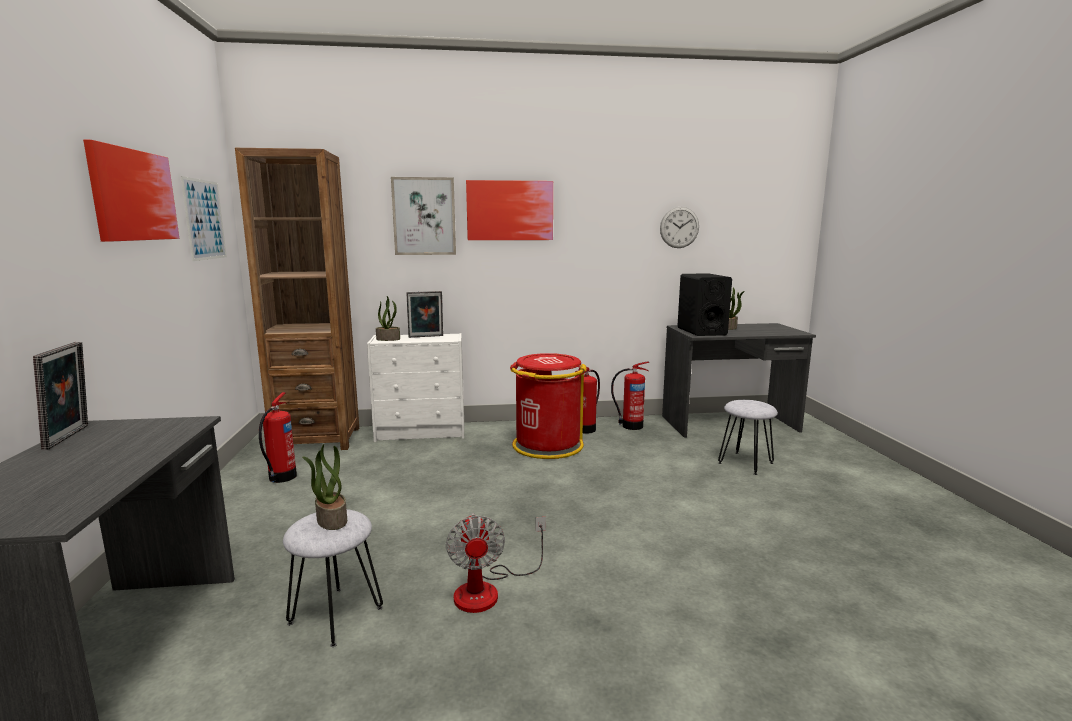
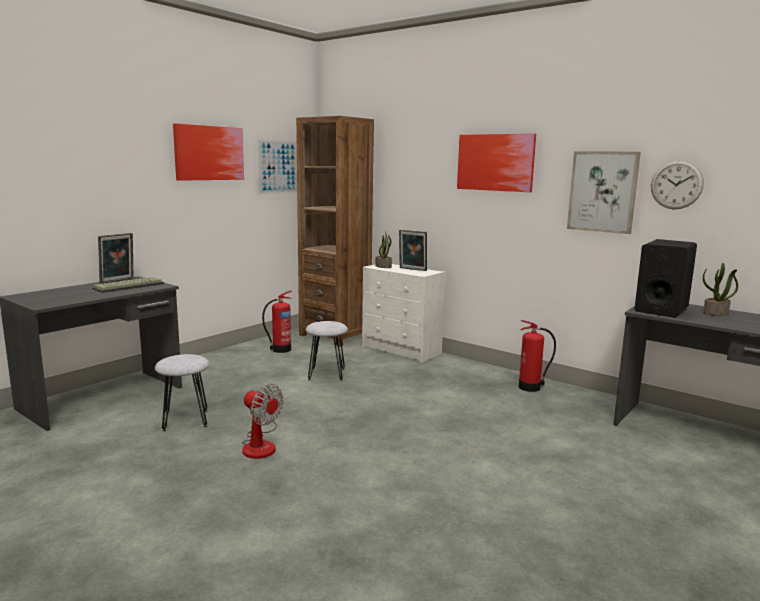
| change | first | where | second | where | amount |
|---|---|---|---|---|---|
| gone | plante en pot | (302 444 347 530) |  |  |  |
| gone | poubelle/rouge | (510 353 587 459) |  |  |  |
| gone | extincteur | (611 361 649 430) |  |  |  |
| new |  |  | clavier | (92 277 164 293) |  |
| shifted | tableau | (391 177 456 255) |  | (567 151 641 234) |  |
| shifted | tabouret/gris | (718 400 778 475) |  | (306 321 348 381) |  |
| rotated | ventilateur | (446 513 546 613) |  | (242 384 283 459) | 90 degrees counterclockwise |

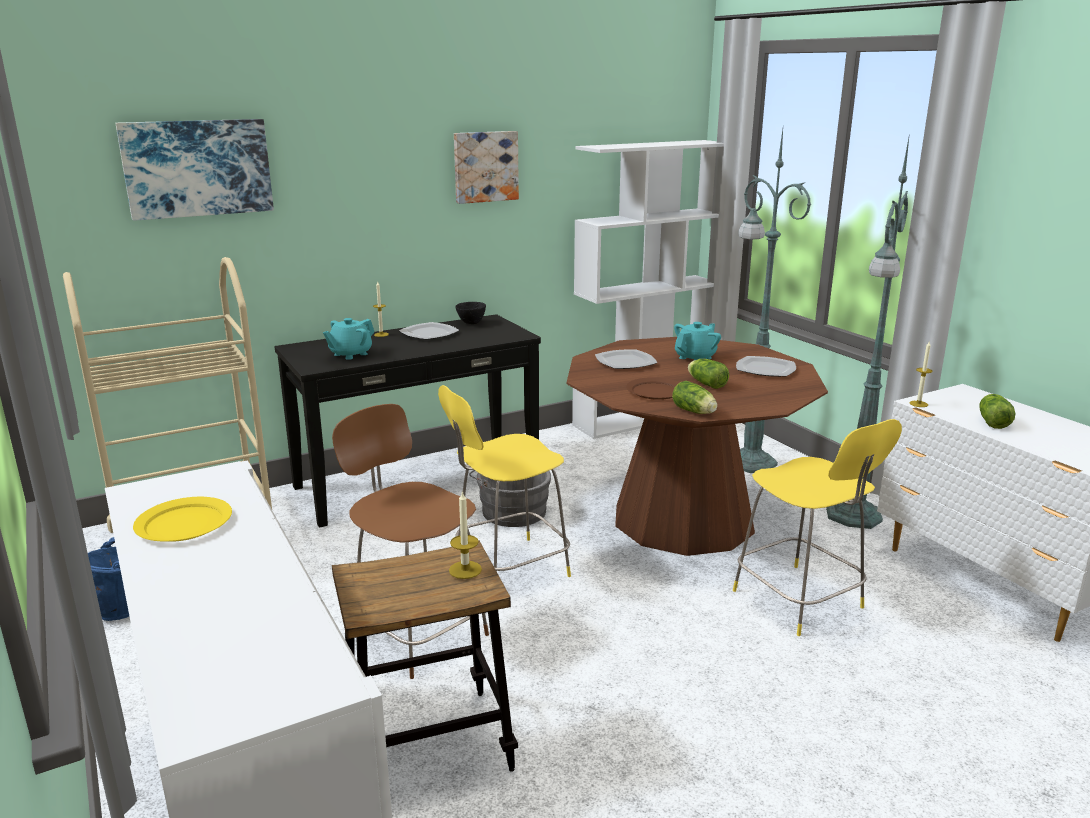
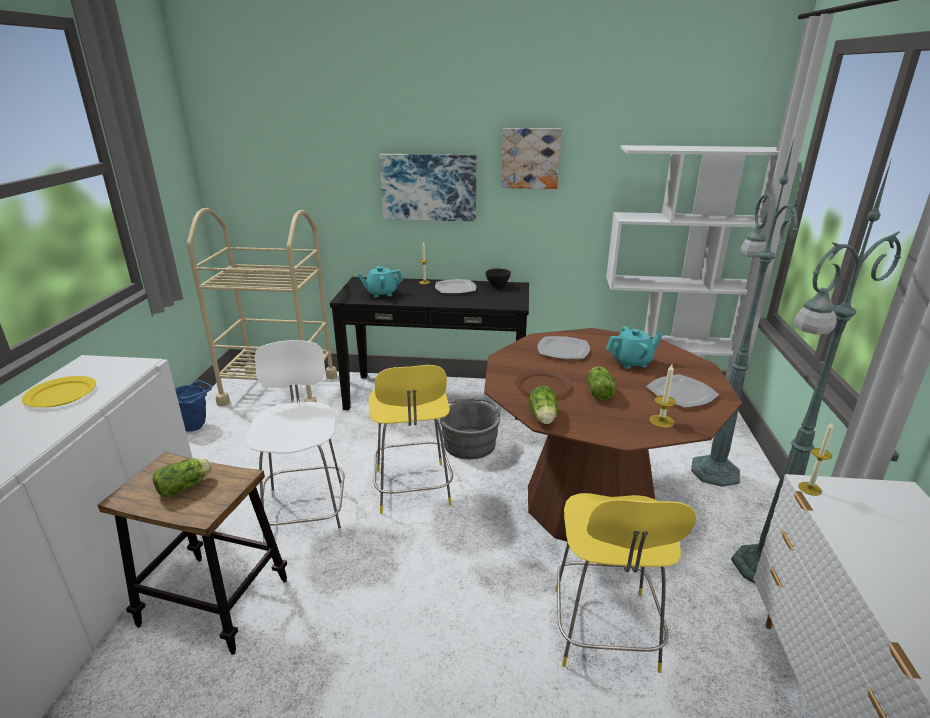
| change | first | where | second | where | amount |
|---|---|---|---|---|---|
| shifted | tableau | (115 119 274 221) |  | (379 154 476 221) |  |
| shifted | bougie | (449 491 482 579) |  | (649 364 676 428) |  |
| shifted | laitue | (980 394 1016 429) |  | (153 458 212 497) |  |
| repainted | chaise/marron | (332 404 489 679) | chaise/blanc | (246 340 345 543) |  |
| rotated | chaise/jaune | (438 385 571 577) |  | (369 365 453 514) | 105 degrees counterclockwise |

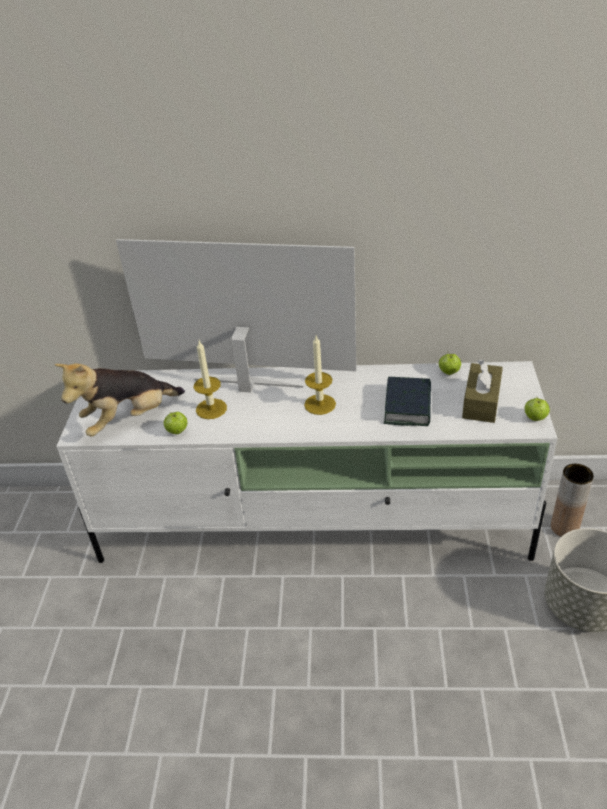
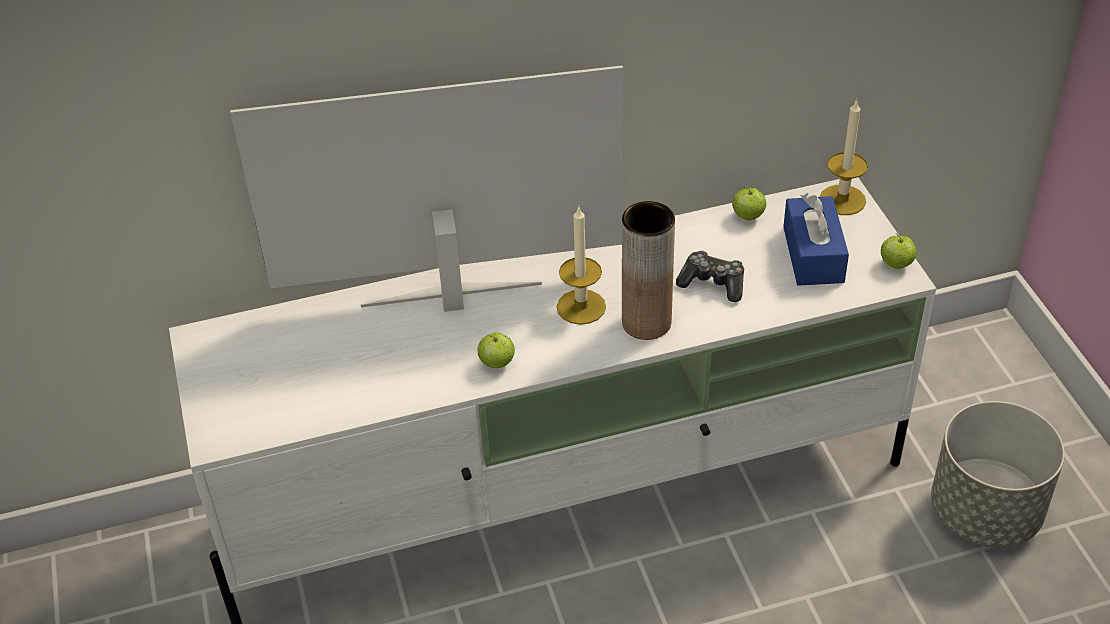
| change | first | where | second | where | amount |
|---|---|---|---|---|---|
| gone | peluche | (55 363 185 437) |  |  |  |
| shifted | pomme | (164 412 188 434) |  | (477 332 515 368) |  |
| shifted | bougie | (194 341 227 419) |  | (820 99 868 215) |  |
| shifted | vase/marron | (551 464 594 537) |  | (622 201 675 340) |  |
| swapped | livre | (384 377 431 426) | manette | (676 251 744 302) |  |
| repainted | boîte à mouchoirs/marron | (462 359 503 423) | boîte à mouchoirs/bleu | (783 193 849 286) |  |

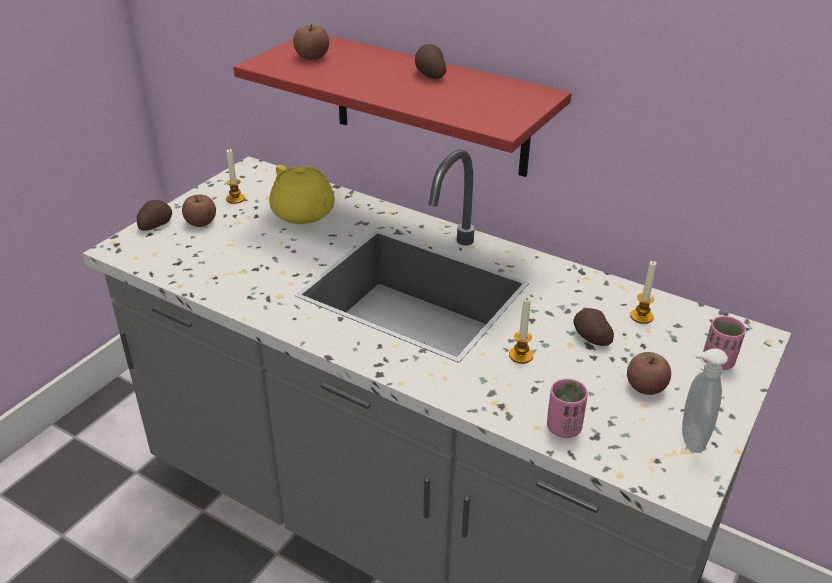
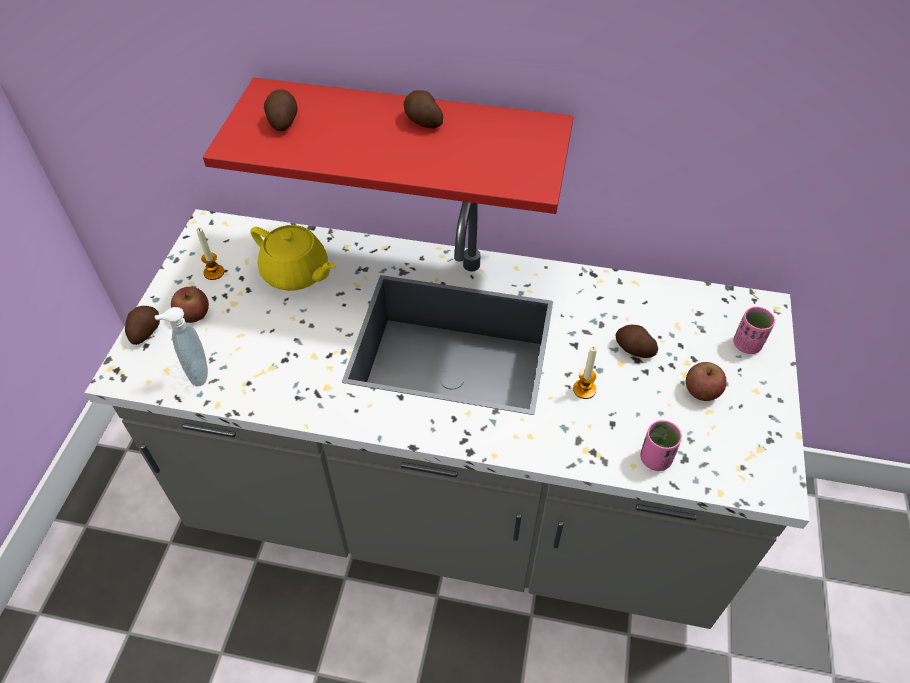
| change | first | where | second | where | amount |
|---|---|---|---|---|---|
| gone | bougie | (630 261 657 324) |  |  |  |
| shifted | distributeur de savon | (682 348 728 453) |  | (155 307 208 386) |  |
| swapped | pomme | (293 24 329 60) | pomme de terre | (264 89 298 131) |  |

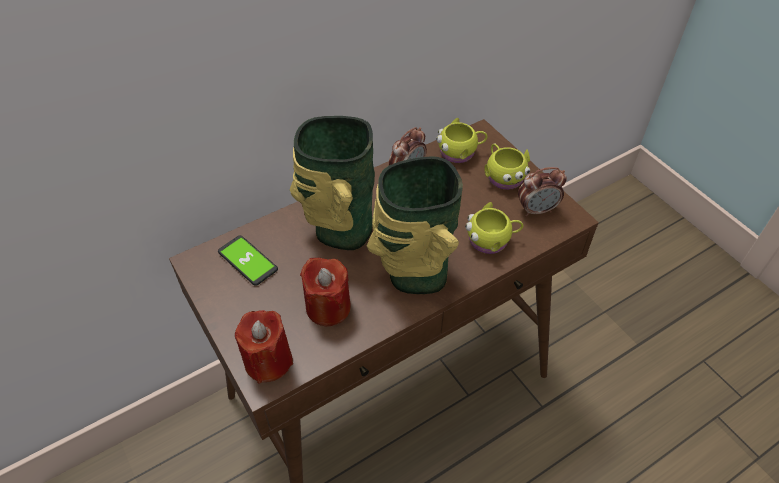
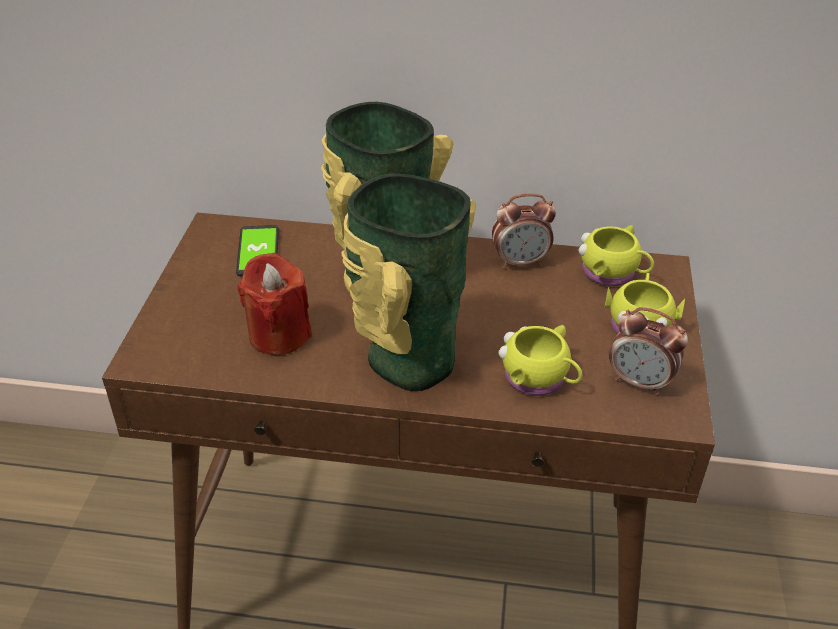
| change | first | where | second | where | amount |
|---|---|---|---|---|---|
| gone | bougie/rouge | (235 310 293 384) |  |  |  |

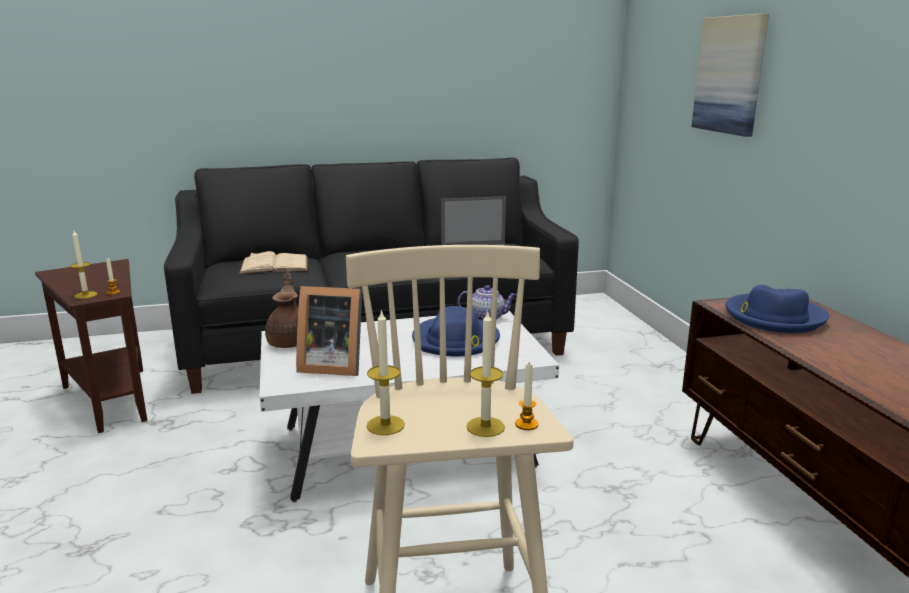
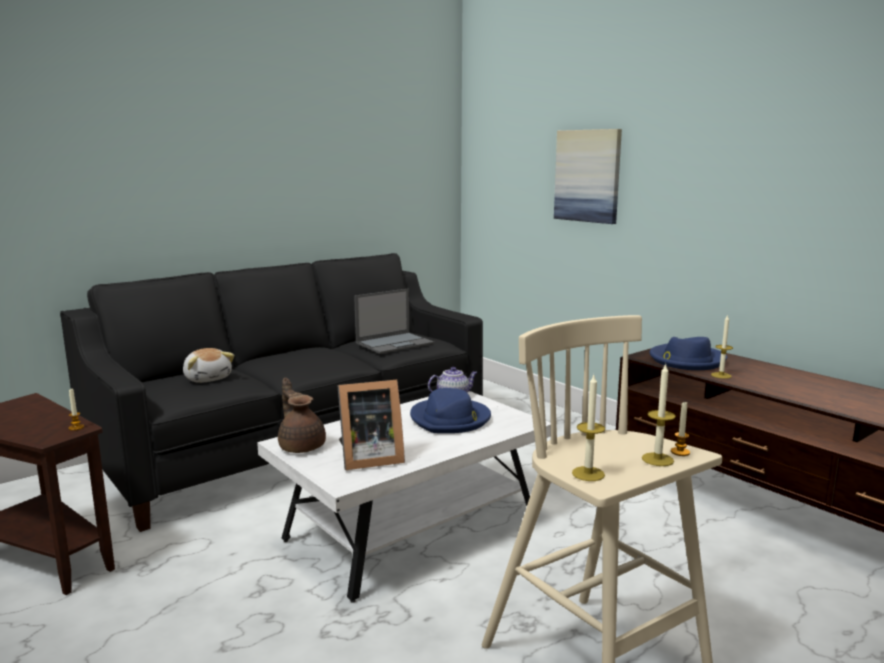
| change | first | where | second | where | amount |
|---|---|---|---|---|---|
| shifted | bougie | (70 231 97 299) |  | (711 314 733 379) |  |
| swapped | livre/beige | (239 251 308 274) | peluche | (183 348 234 383) |  |

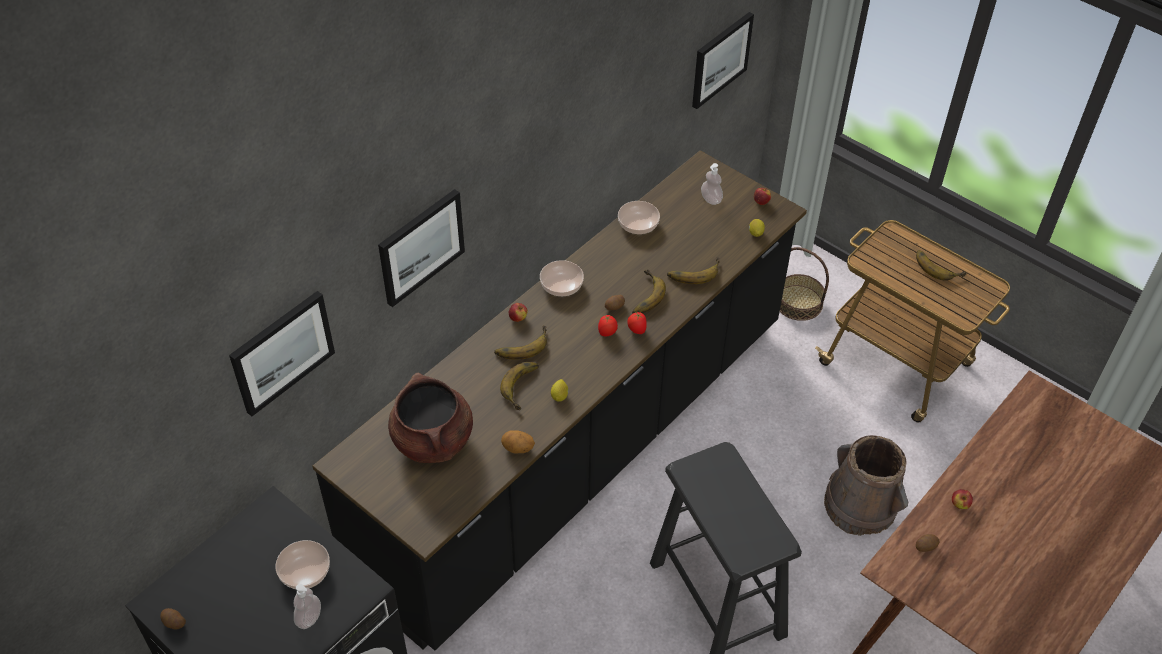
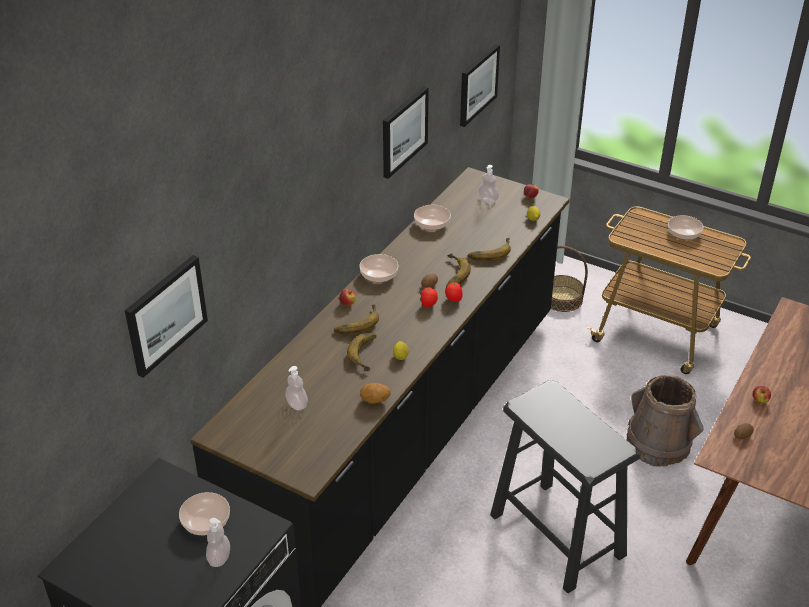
| change | first | where | second | where | amount |
|---|---|---|---|---|---|
| gone | pomme de terre | (160 608 186 630) |  |  |  |
| shifted | tableau | (378 189 465 307) |  | (383 86 429 179) |  |
| swapped | marmite/marron | (388 373 473 463) | distributeur de savon | (285 366 308 410) |  |
| swapped | banane | (916 250 967 280) | bol | (668 215 703 240) |  |

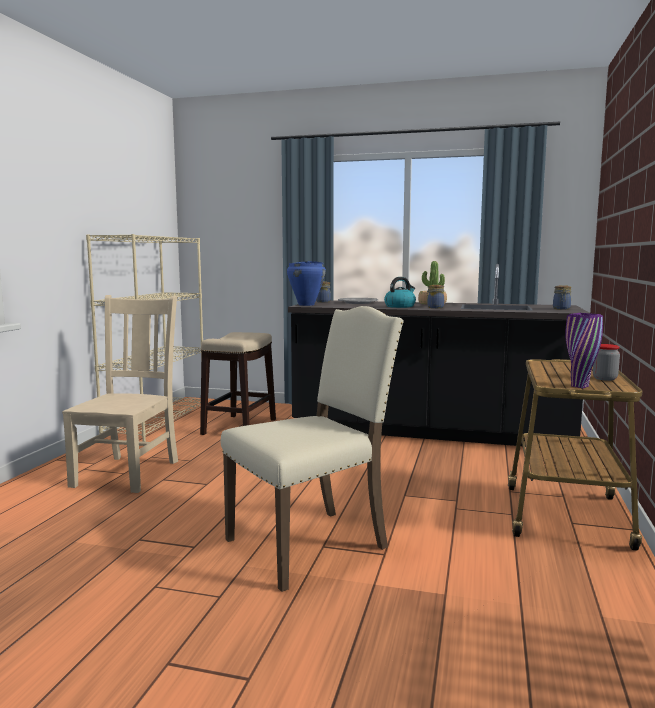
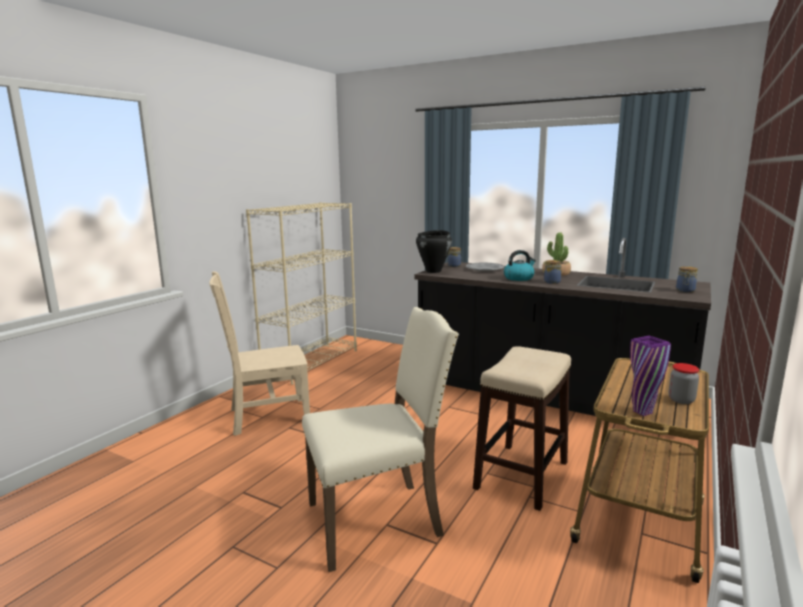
| change | first | where | second | where | amount |
|---|---|---|---|---|---|
| shifted | tabouret | (200 332 276 435) |  | (473 346 571 511) |  |
| repainted | marmite/bleu | (287 261 326 306) | marmite/noir | (416 230 452 273) |  |
| rotated | chaise/beige | (62 295 178 493) |  | (209 271 310 436) | 135 degrees counterclockwise |

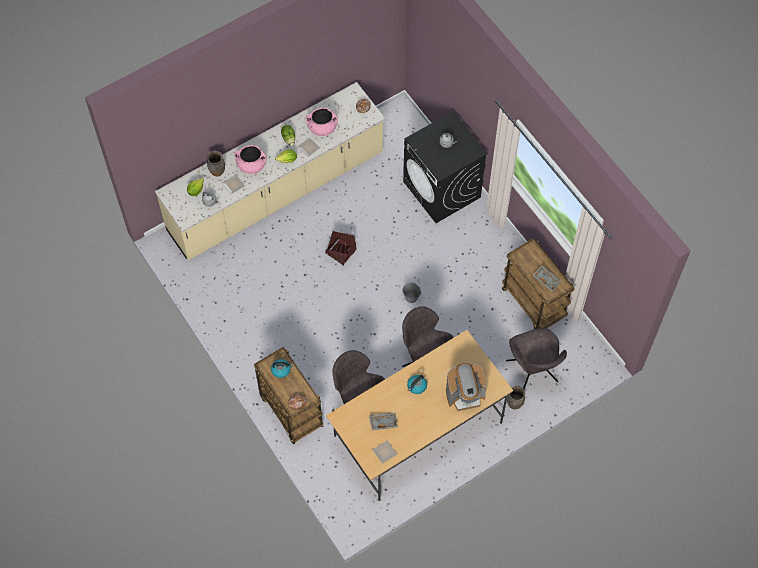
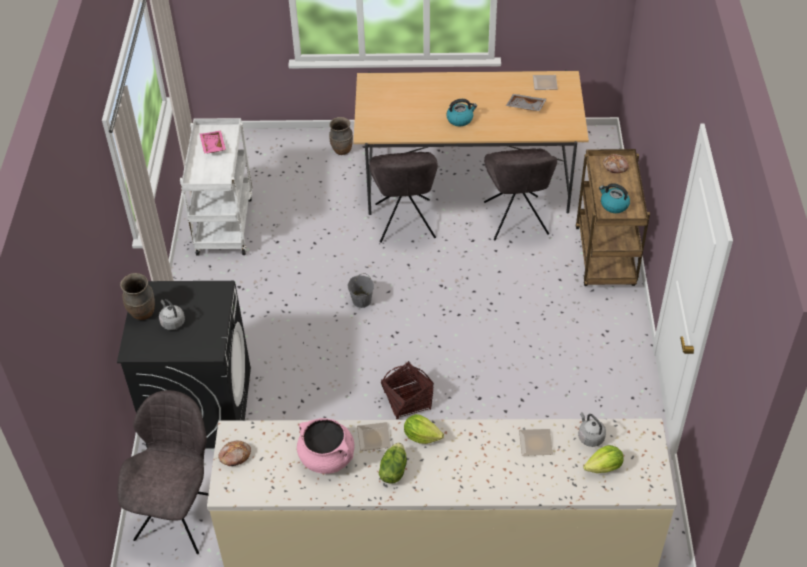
| change | first | where | second | where | amount |
|---|---|---|---|---|---|
| gone | marmite/rose | (234 145 266 174) |  |  |  |
| gone | machine à café | (446 363 487 411) |  |  |  |
| shifted | vase/marron | (207 151 225 177) |  | (120 273 155 320) |  |
| shifted | chaise/gris | (506 328 567 389) |  | (117 390 209 554) |  |
| repainted | chariot/marron | (502 238 575 329) | chariot/blanc | (180 118 252 256) |  |
| repainted | plateau/gris | (533 266 562 292) | plateau/rose | (200 130 226 154) |  |

